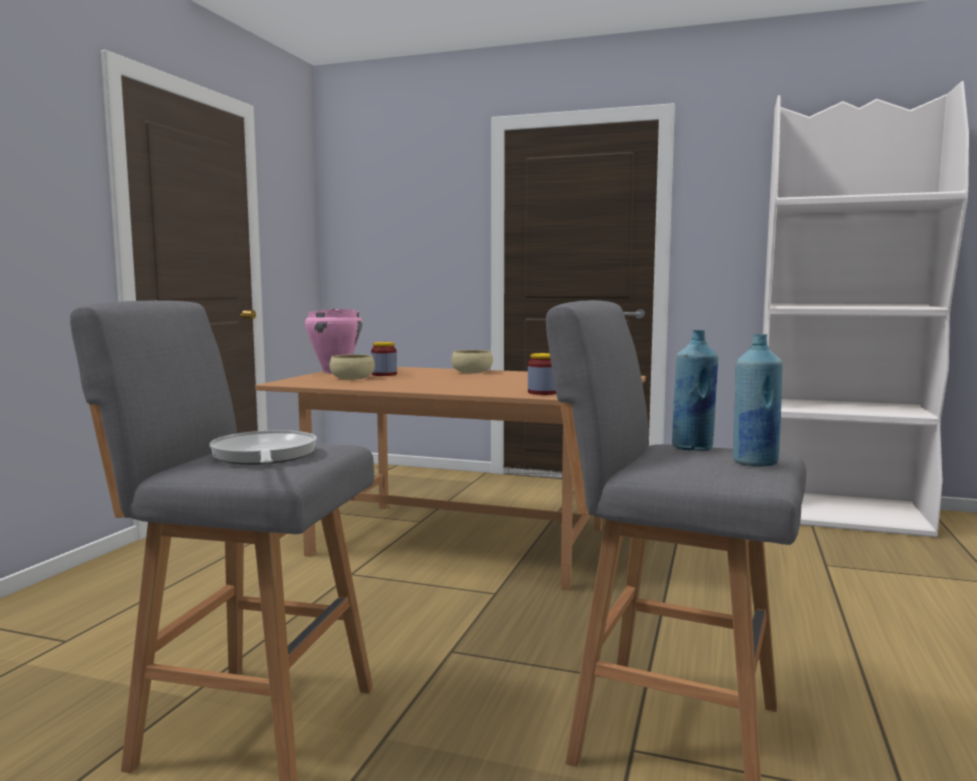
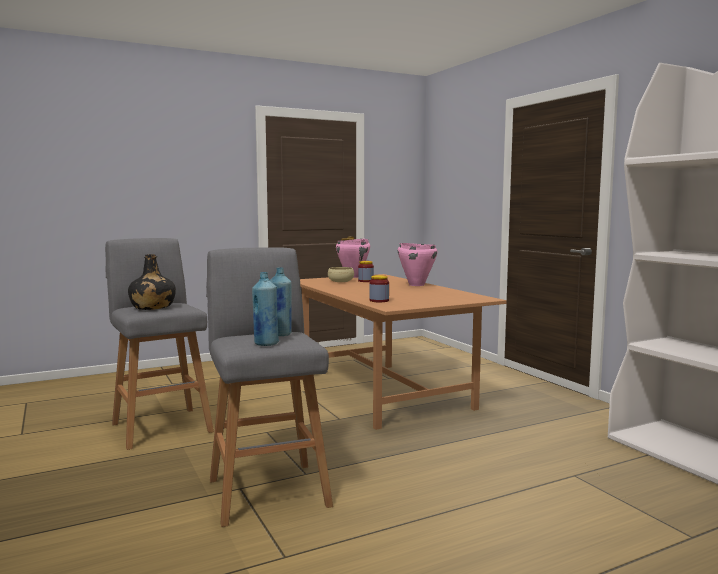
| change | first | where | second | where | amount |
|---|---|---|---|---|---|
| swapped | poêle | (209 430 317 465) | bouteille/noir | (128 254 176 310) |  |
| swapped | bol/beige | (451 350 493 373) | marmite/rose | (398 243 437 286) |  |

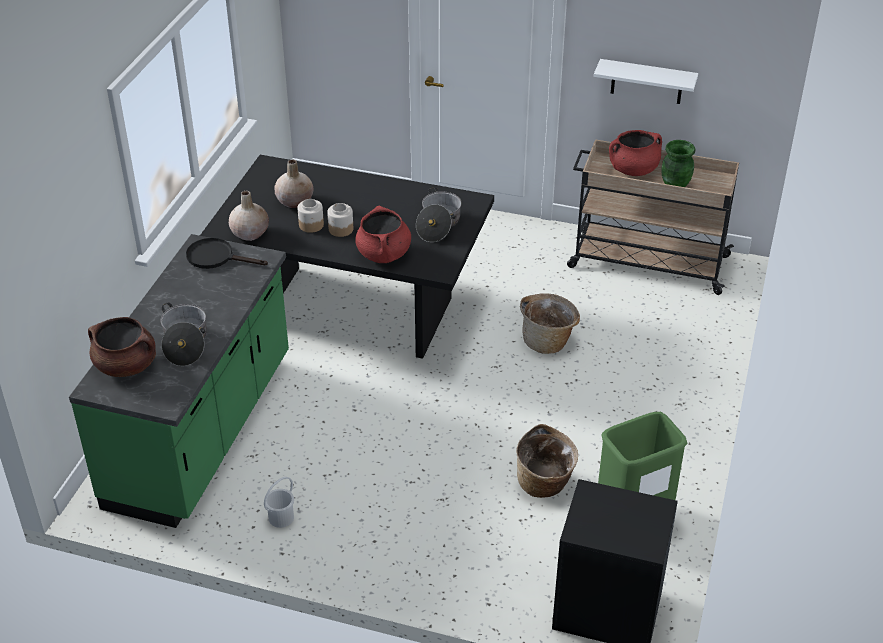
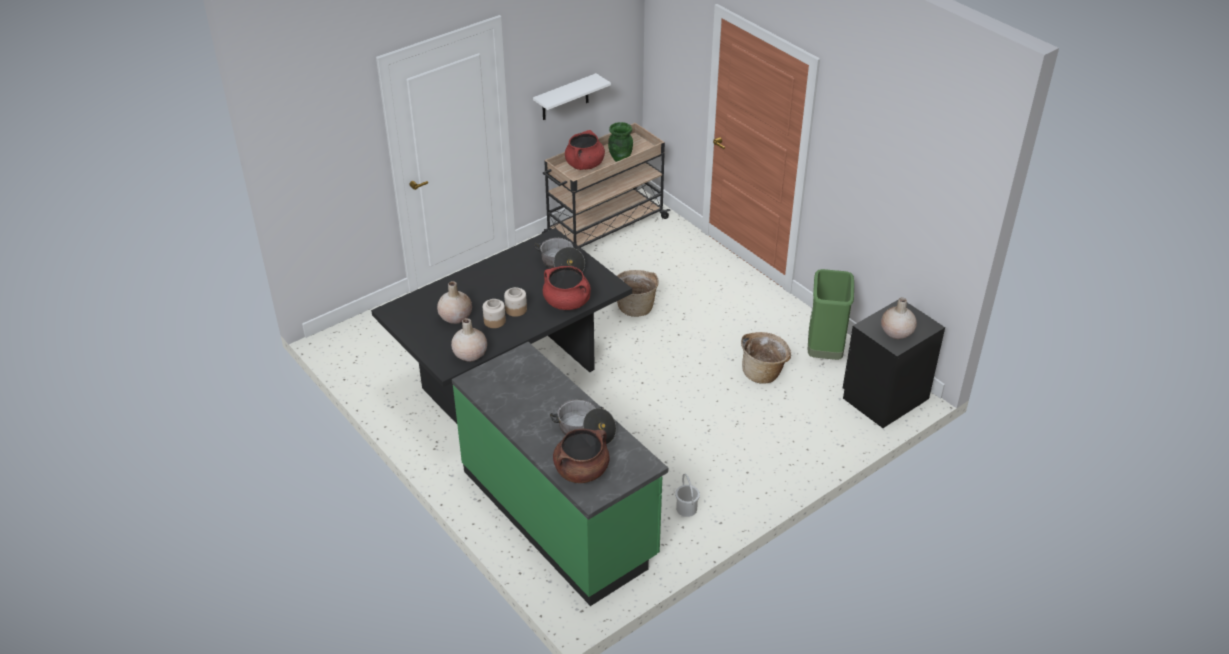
| change | first | where | second | where | amount |
|---|---|---|---|---|---|
| gone | poêle/noir | (186 238 268 269) |  |  |  |
| new |  |  | vase/beige | (881 297 917 339) |  |

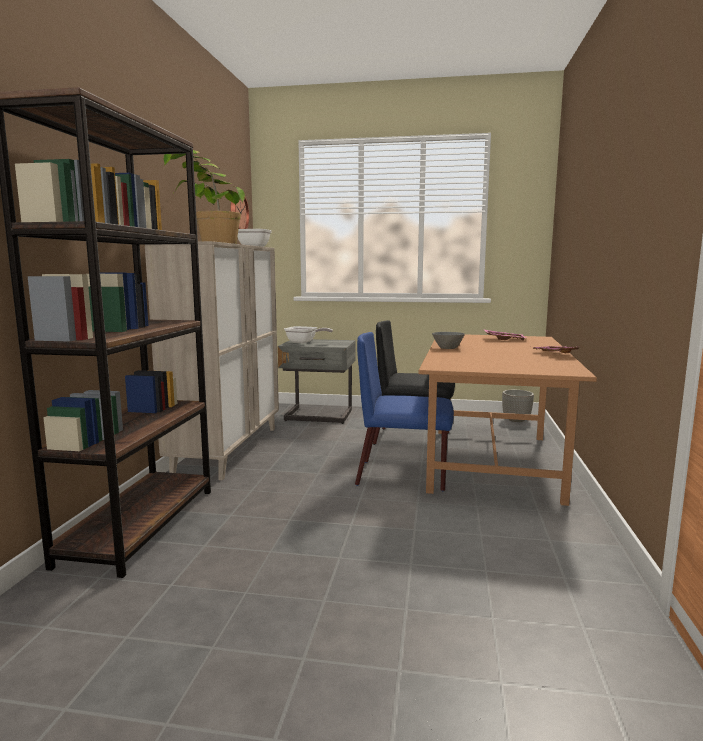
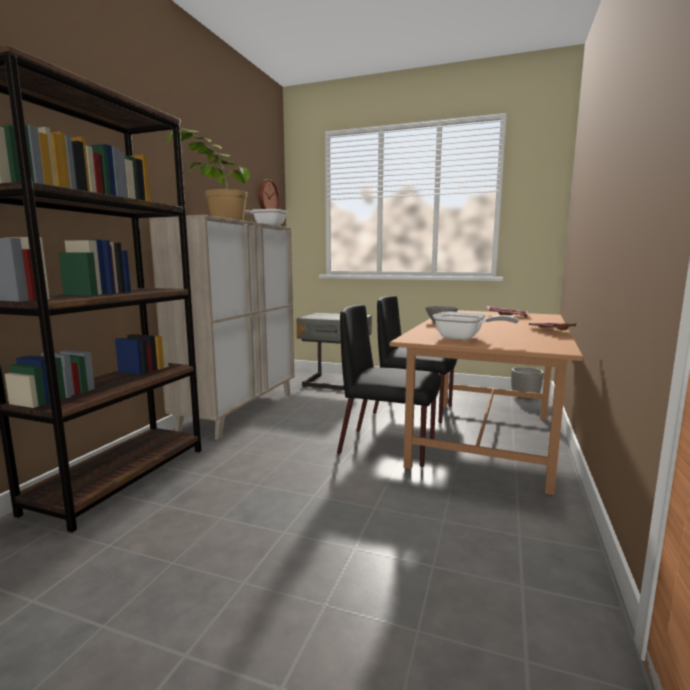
| change | first | where | second | where | amount |
|---|---|---|---|---|---|
| shifted | poêle | (284 326 333 343) |  | (433 312 519 340) |  |
| repainted | chaise/bleu | (355 332 454 491) | chaise/noir | (337 305 441 467) |  |

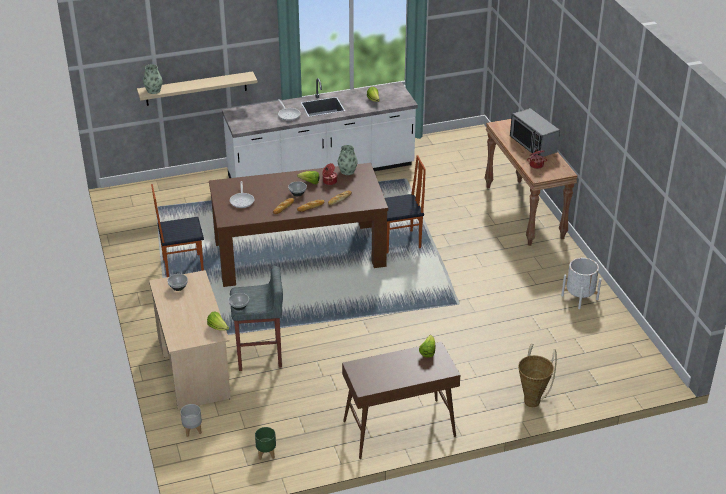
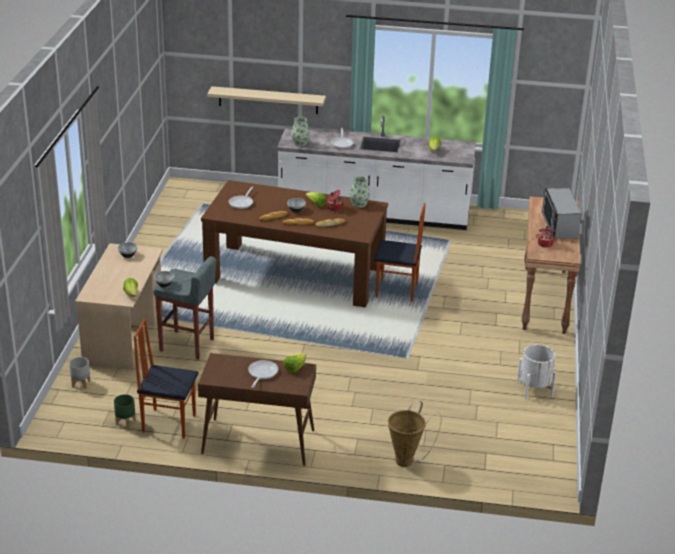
| change | first | where | second | where | amount |
|---|---|---|---|---|---|
| new |  |  | poêle | (248 360 278 388) |  |
| shifted | vase | (143 64 162 94) |  | (291 117 310 146) |  |
| shifted | chaise | (151 184 204 277) |  | (134 319 198 439) |  |

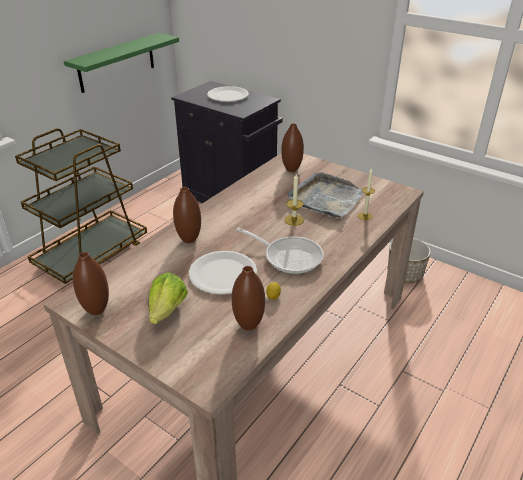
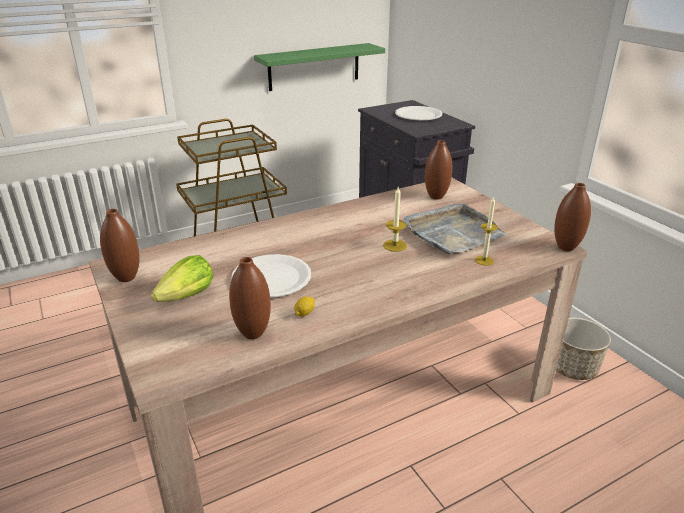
| change | first | where | second | where | amount |
|---|---|---|---|---|---|
| gone | poêle | (236 227 324 274) |  |  |  |
| shifted | vase/marron | (173 187 201 243) |  | (554 183 591 251) |  |

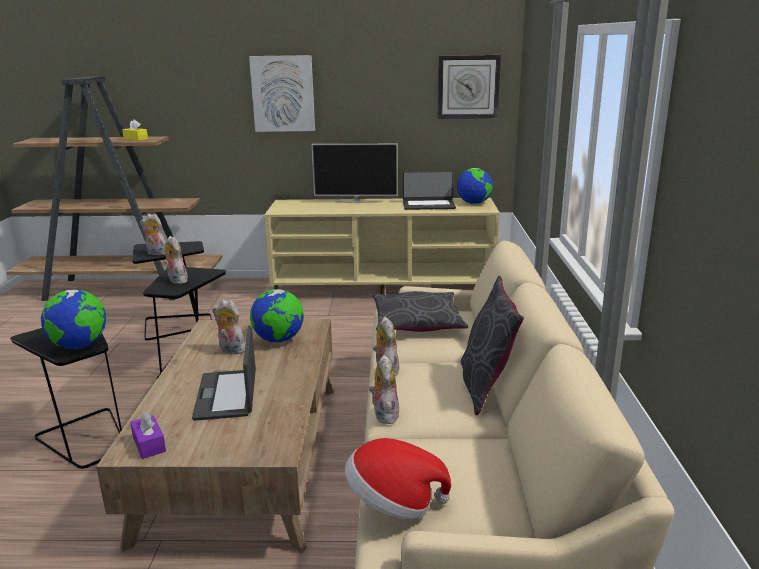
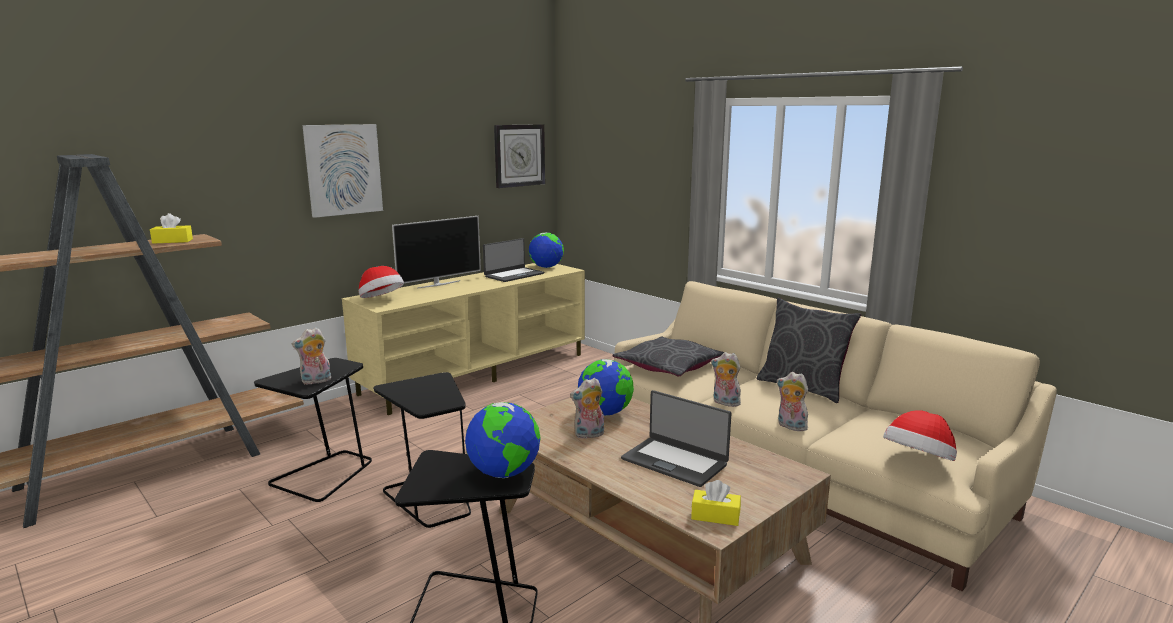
| change | first | where | second | where | amount |
|---|---|---|---|---|---|
| gone | peluche | (164 236 188 284) |  |  |  |
| new |  |  | chapeau | (359 266 404 298) |  |
| repainted | boîte à mouchoirs/violet | (130 411 166 459) | boîte à mouchoirs/jaune | (691 480 741 526) |  |

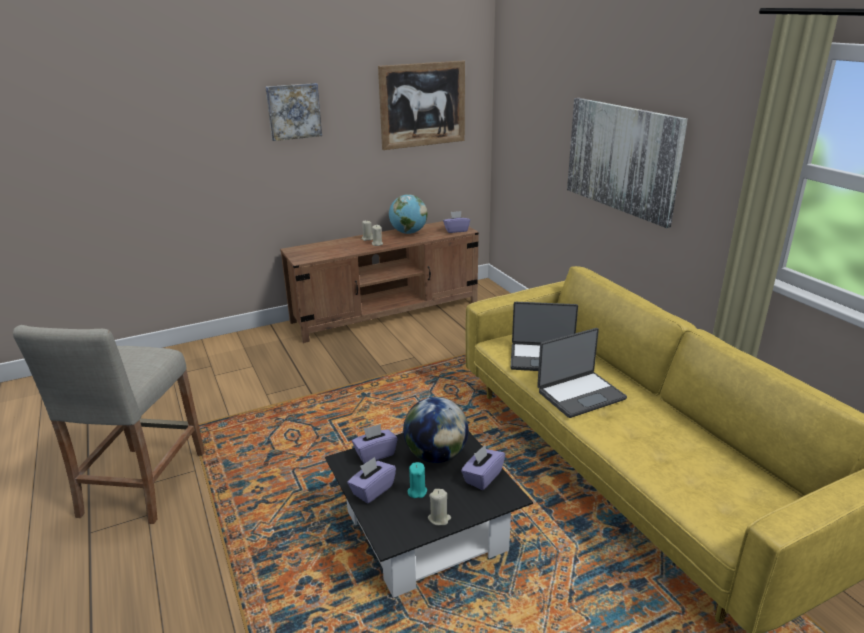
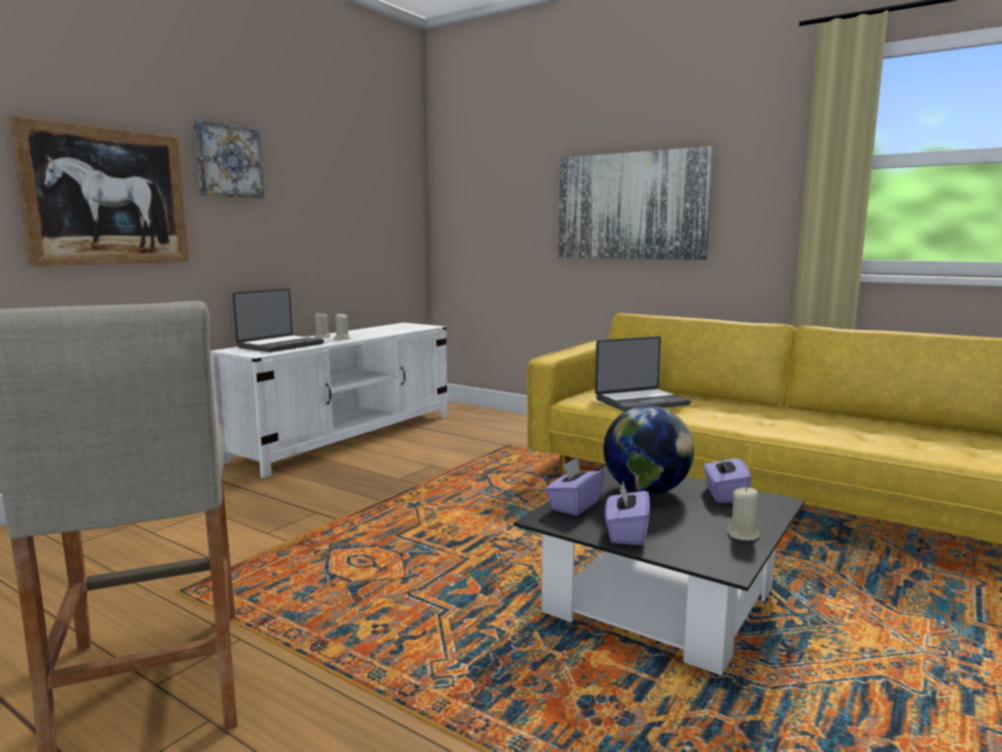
| change | first | where | second | where | amount |
|---|---|---|---|---|---|
| gone | globe | (389 194 428 234) |  |  |  |
| gone | bougie/turquoise | (408 462 427 498) |  |  |  |
| gone | boîte à mouchoirs/violet | (443 211 470 233) |  |  |  |
| shifted | tableau | (378 60 465 150) |  | (9 115 189 266) |  |
| shifted | ordinateur portable | (537 328 627 418) |  | (232 288 324 352) |  |
| repainted | meuble télé/marron | (280 221 479 343) | meuble télé/blanc | (210 323 447 478) |  |

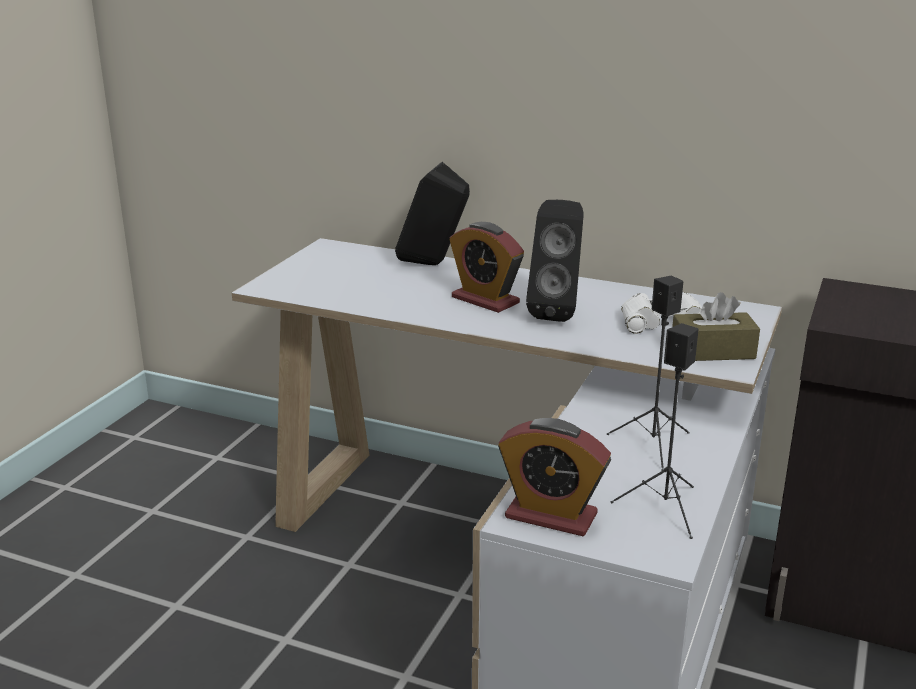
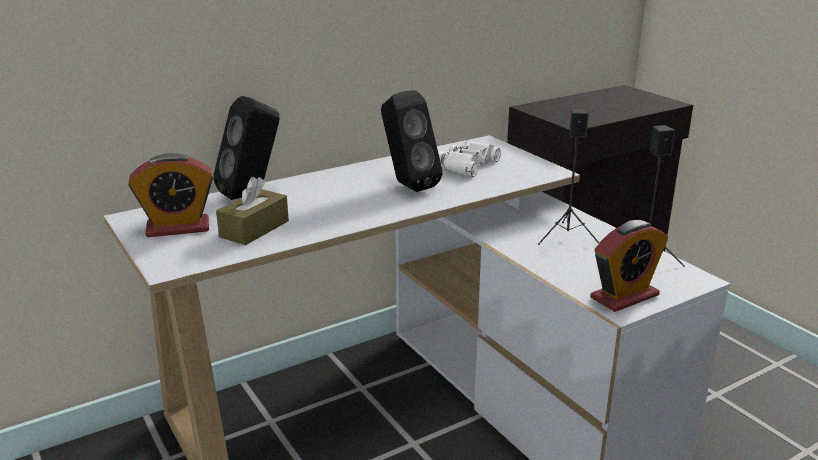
| change | first | where | second | where | amount |
|---|---|---|---|---|---|
| shifted | réveil | (449 222 524 313) |  | (128 153 213 237) |  |
| shifted | boîte à mouchoirs/marron | (672 292 760 361) |  | (216 177 289 245) |  |

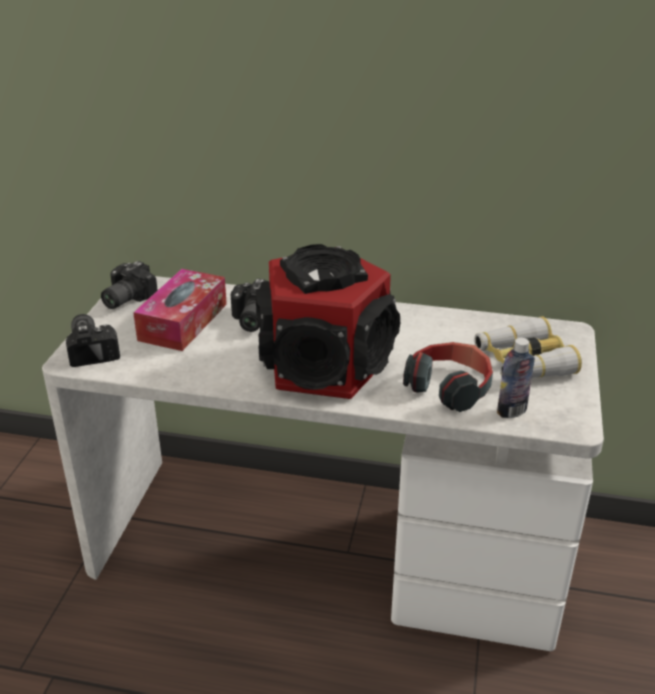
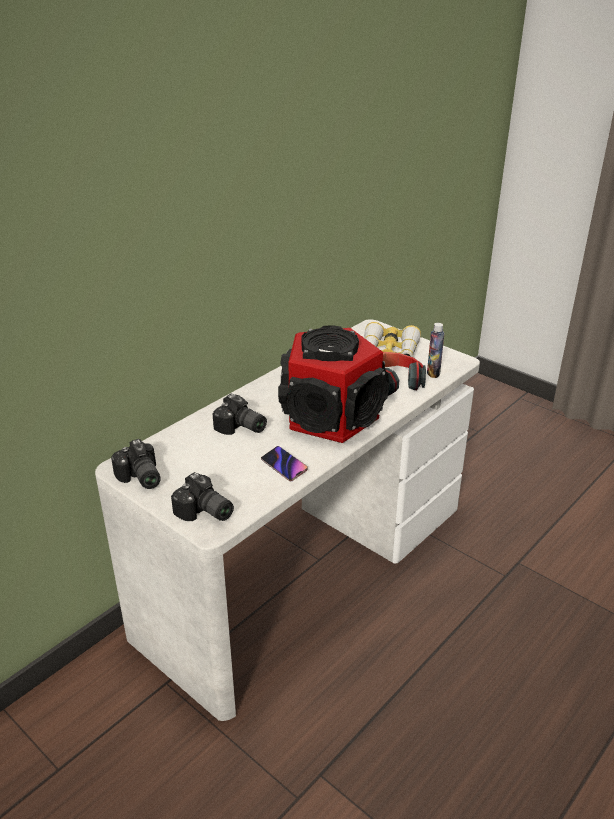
| change | first | where | second | where | amount |
|---|---|---|---|---|---|
| gone | boîte à mouchoirs | (133 269 227 351) |  |  |  |
| new |  |  | téléphone | (261 446 308 481) |  |
| rotated | appareil photo | (66 314 120 367) |  | (171 472 234 521) | 150 degrees counterclockwise |

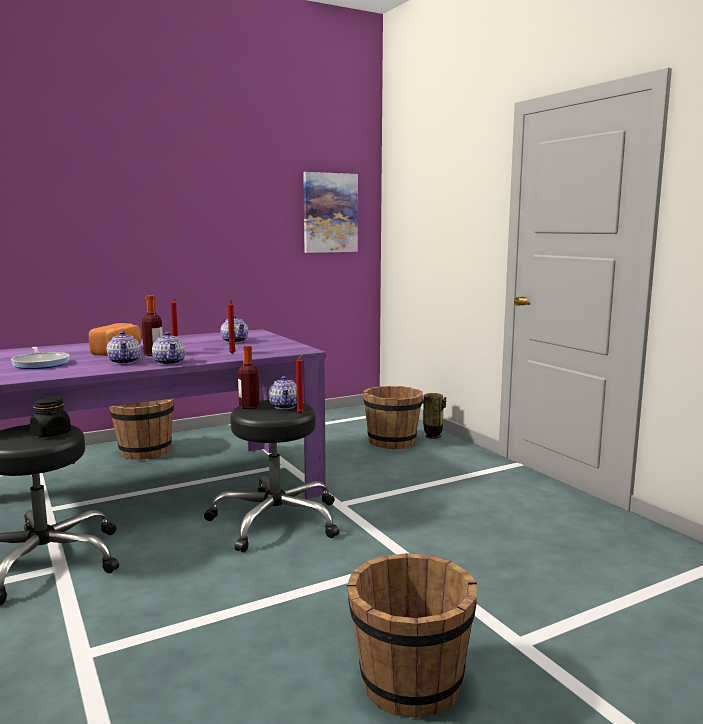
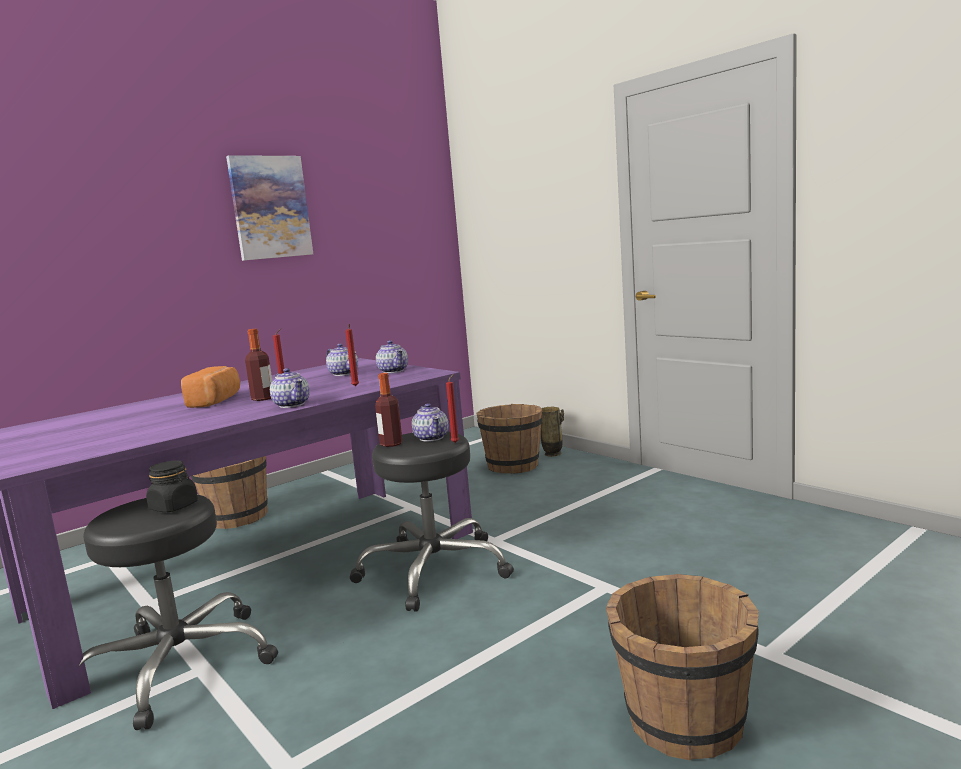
| change | first | where | second | where | amount |
|---|---|---|---|---|---|
| gone | poêle | (11 347 69 369) |  |  |  |
| shifted | théière | (107 331 141 364) |  | (376 340 408 373) |  |
| shifted | tableau | (303 172 358 253) |  | (226 155 313 261) |  |

